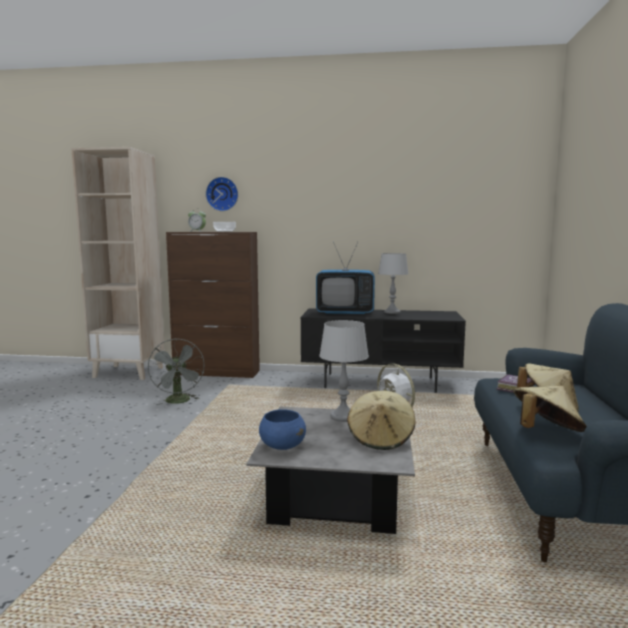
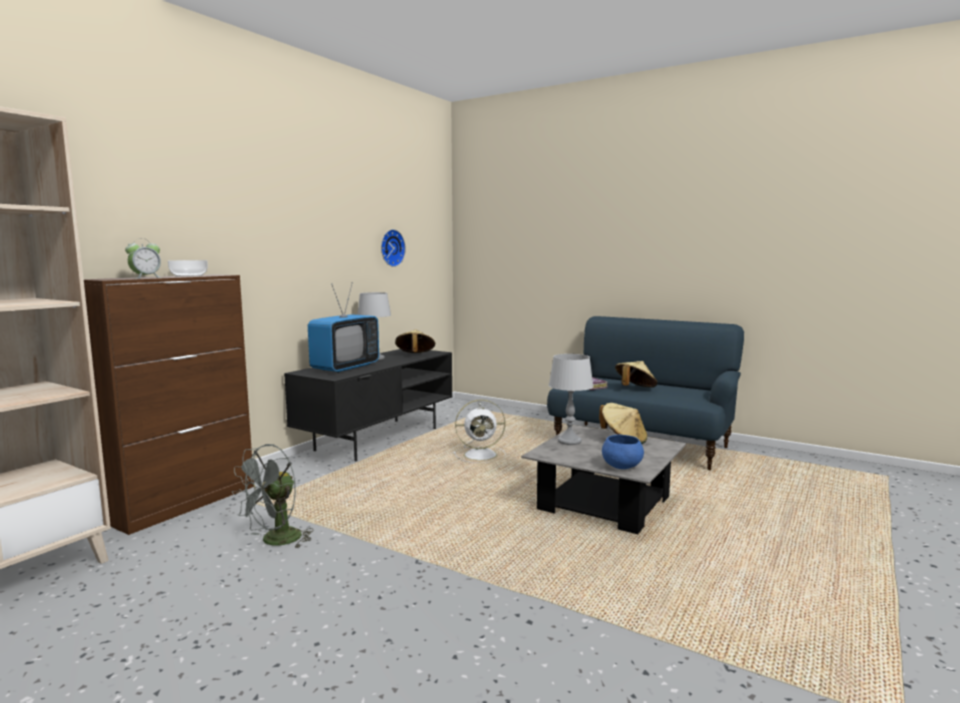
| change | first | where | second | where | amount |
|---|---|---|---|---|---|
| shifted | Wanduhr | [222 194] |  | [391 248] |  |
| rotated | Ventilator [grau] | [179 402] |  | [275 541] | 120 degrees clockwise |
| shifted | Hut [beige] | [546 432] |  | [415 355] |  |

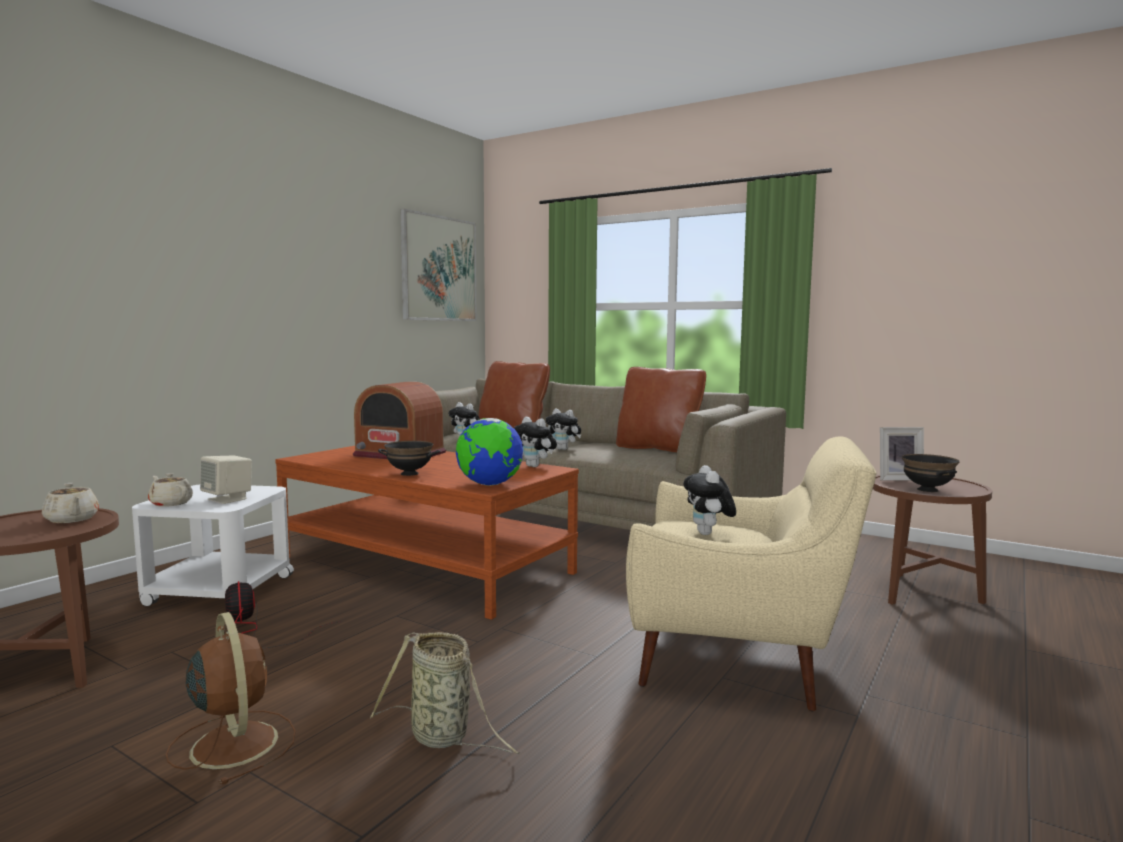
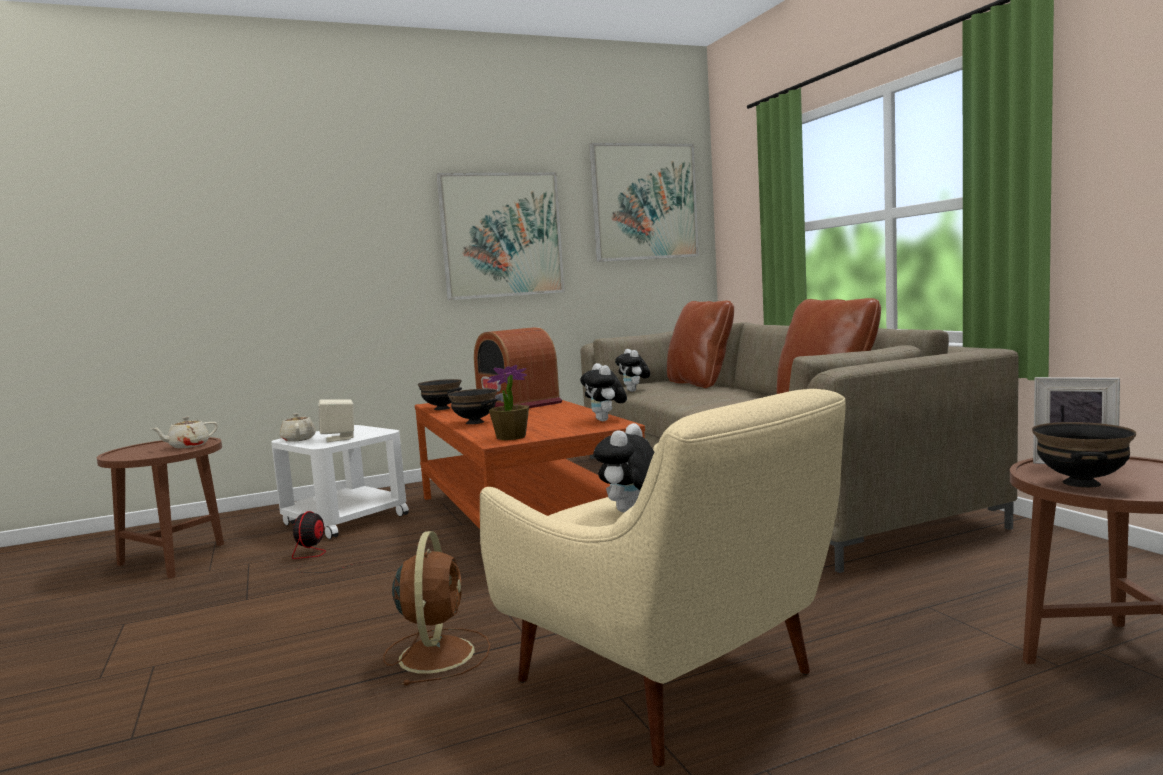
| change | first | where | second | where | amount |
|---|---|---|---|---|---|
| gone | Plüschtier | [564 449] |  |  |  |
| swapped | Globus | [489 484] | Topfpflanze | [511 437] |  |
| rotated | Teekanne [beige] | [72 519] |  | [188 446] | 60 degrees clockwise |
| shifted | Ventilator [braun] | [233 743] |  | [437 653] |  |
| gone | Korb | [443 737] |  |  |  |
| new |  |  | Bild | [501 235] |  |
| new |  |  | Schüssel [schwarz] | [442 408] |  |

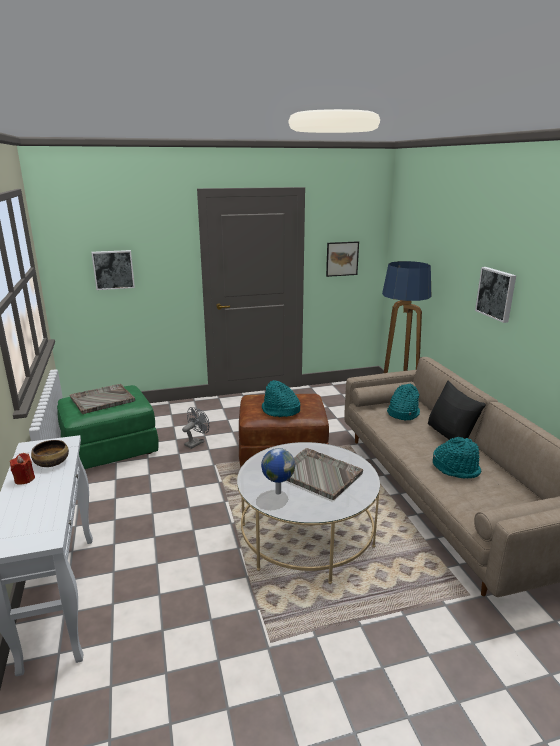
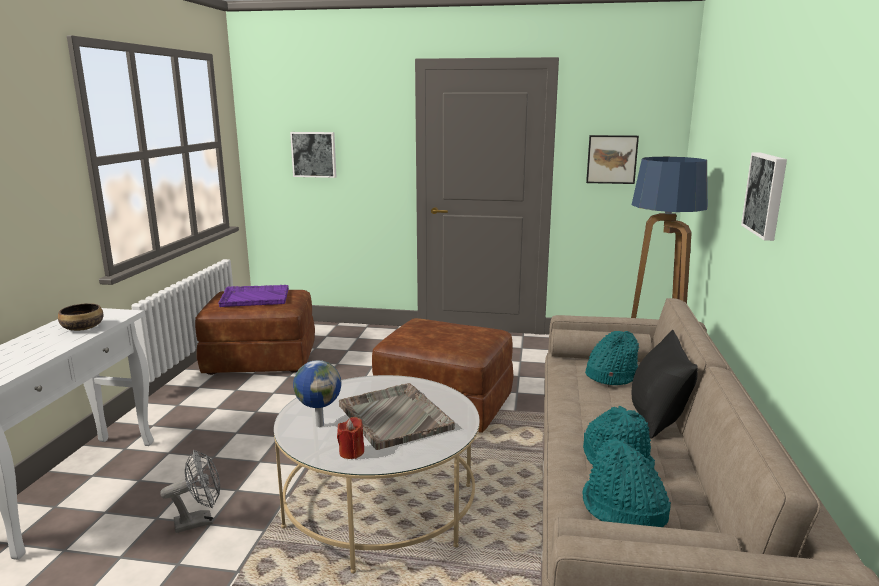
| change | first | where | second | where | amount |
|---|---|---|---|---|---|
| shifted | Hut [türkis] | [280 411] |  | [622 509] |  |
| repainted | Tablett [grau] | [102 400] | Tablett [lila] | [254 297] |  |
| repainted | Polsterhocker [grün] | [110 448] | Polsterhocker [braun] | [261 359] |  |
| shifted | Ventilator [grau] | [196 442] |  | [200 521] |  |
| shifted | Kerze [rot] | [24 479] |  | [351 452] |  |

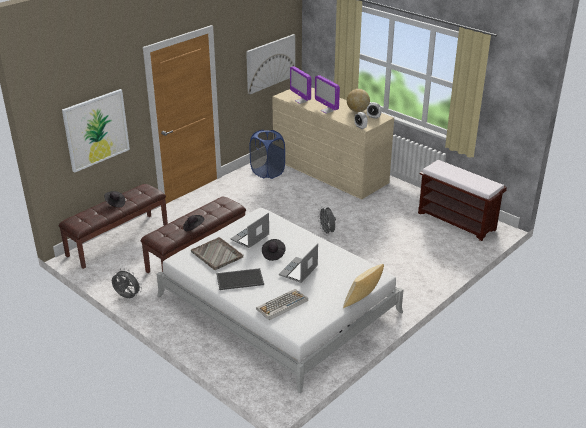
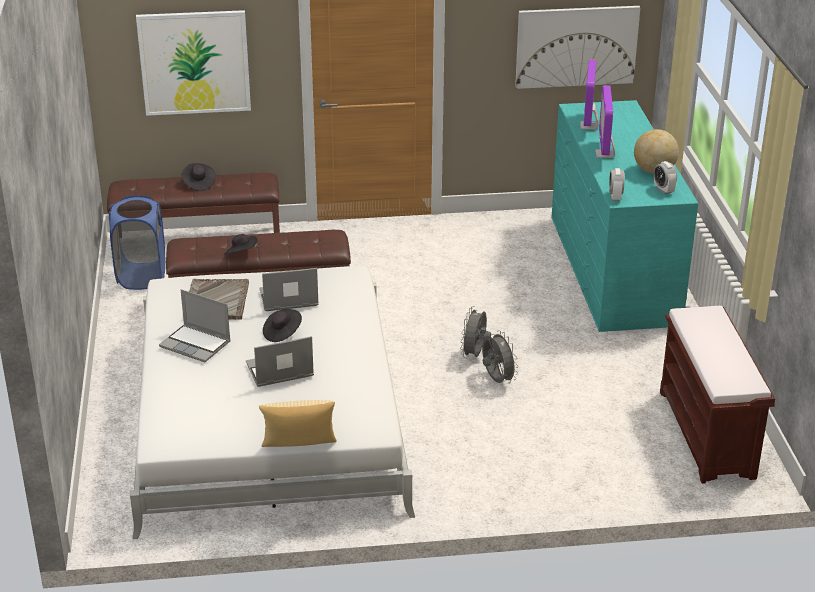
| change | first | where | second | where | amount |
|---|---|---|---|---|---|
| repainted | Kommode [beige] | [329 171] | Kommode [türkis] | [612 269] |  |
| shifted | Wäschekorb [blau] | [267 172] |  | [141 276] |  |
| shifted | Ventilator [grau] | [127 297] |  | [496 380] |  |
| swapped | Tablett | [240 279] | Laptop | [196 344] |  |
| gone | Tastatur | [282 305] |  |  |  |

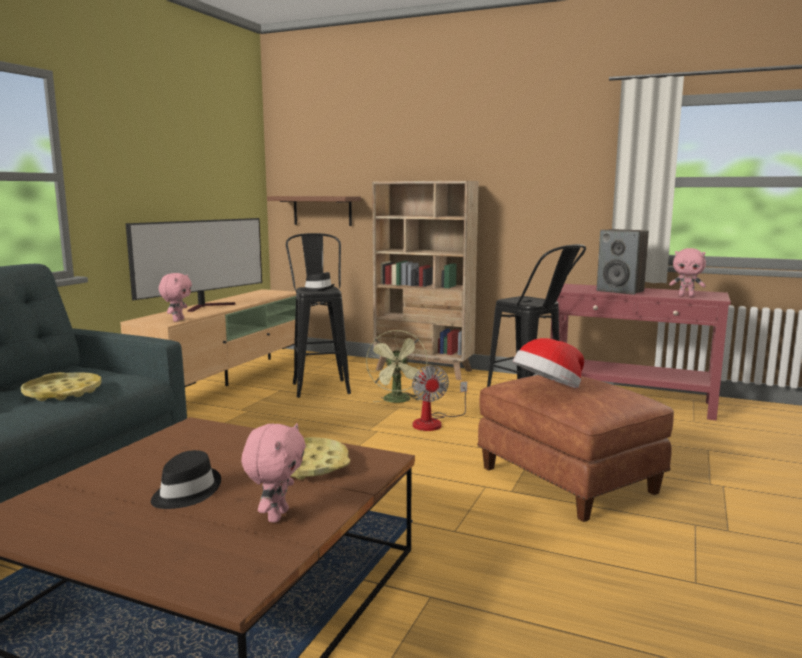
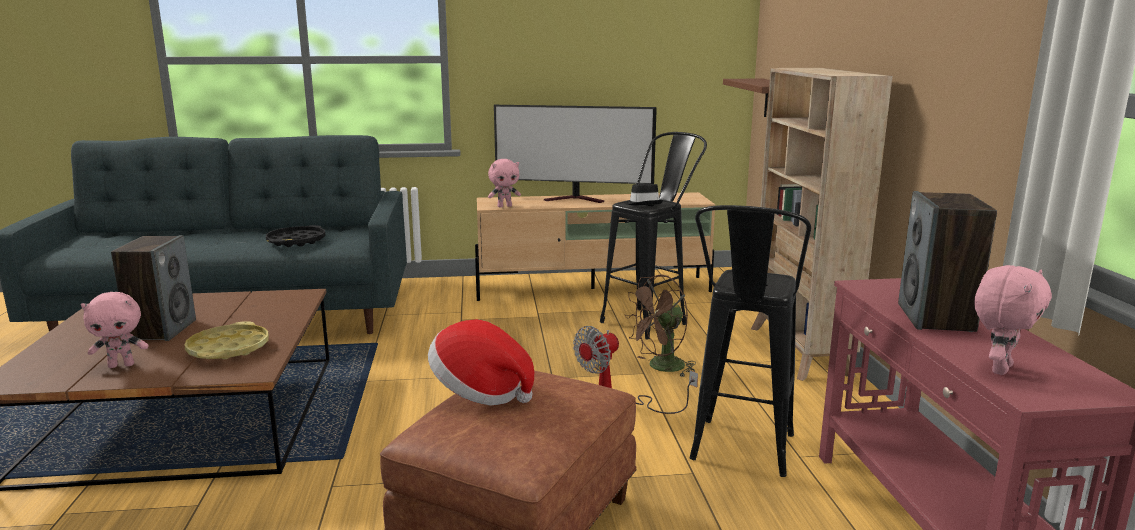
| change | first | where | second | where | amount |
|---|---|---|---|---|---|
| rotated | Plüschtier [rosa] | [686 296] |  | [999 369] | 135 degrees counterclockwise |
| repainted | Ventilator [grün] | [398 401] | Ventilator [braun] | [661 367] |  |
| repainted | Tablett [gelb] | [63 392] | Tablett [schwarz] | [296 241] |  |
| swapped | Hut [schwarz] | [185 492] | Lautsprecher | [162 330] |  |

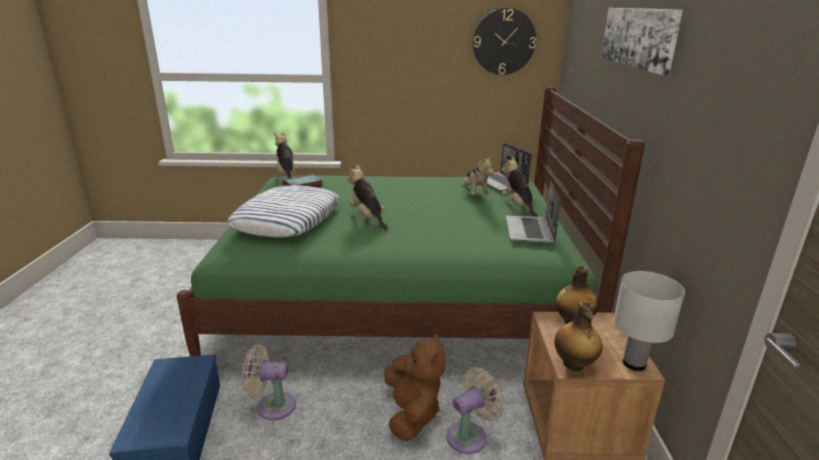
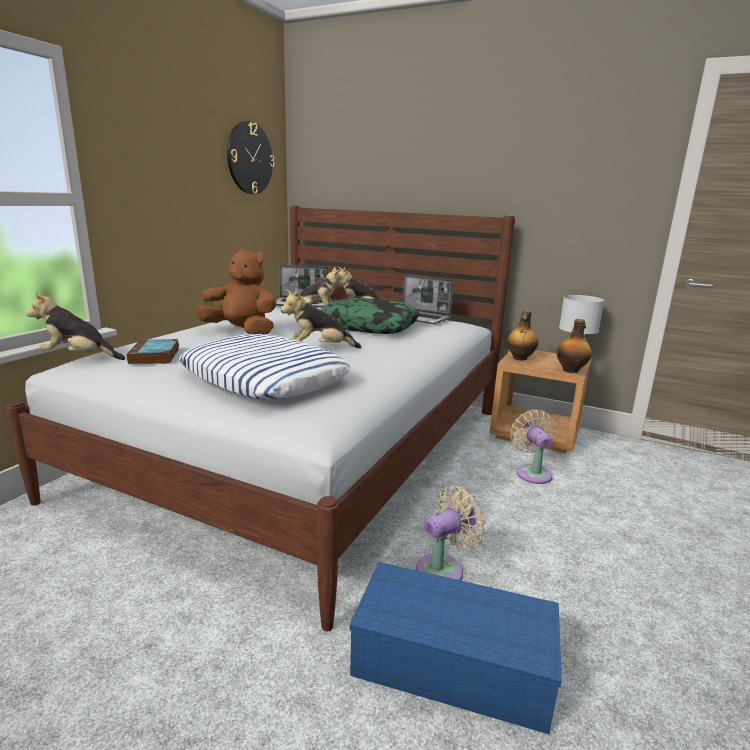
| change | first | where | second | where | amount |
|---|---|---|---|---|---|
| gone | Bild | [639 37] |  |  |  |
| repainted | Bett [grün] | [398 298] | Bett [weiß] | [306 449] |  |
| shifted | Plüschtier [braun] | [412 414] |  | [241 332] |  |
| rotated | Ventilator [beige] | [272 406] |  | [444 569] | 150 degrees counterclockwise |
| new |  |  | Kissen | [368 326] |  |

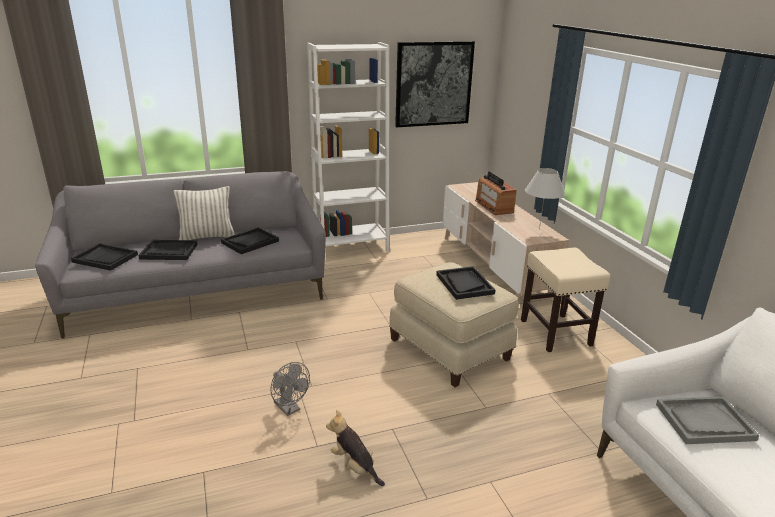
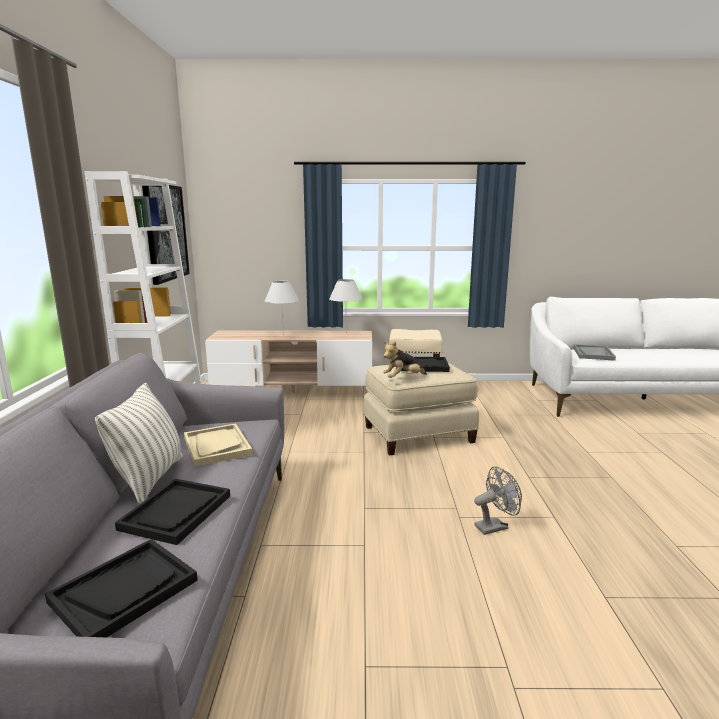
| change | first | where | second | where | amount |
|---|---|---|---|---|---|
| swapped | Radio | [493 206] | Tischlampe [weiß] | [283 335] |  |
| repainted | Tablett [schwarz] | [250 242] | Tablett [beige] | [217 446] |  |
| shifted | Plüschtier | [355 466] |  | [403 378] |  |

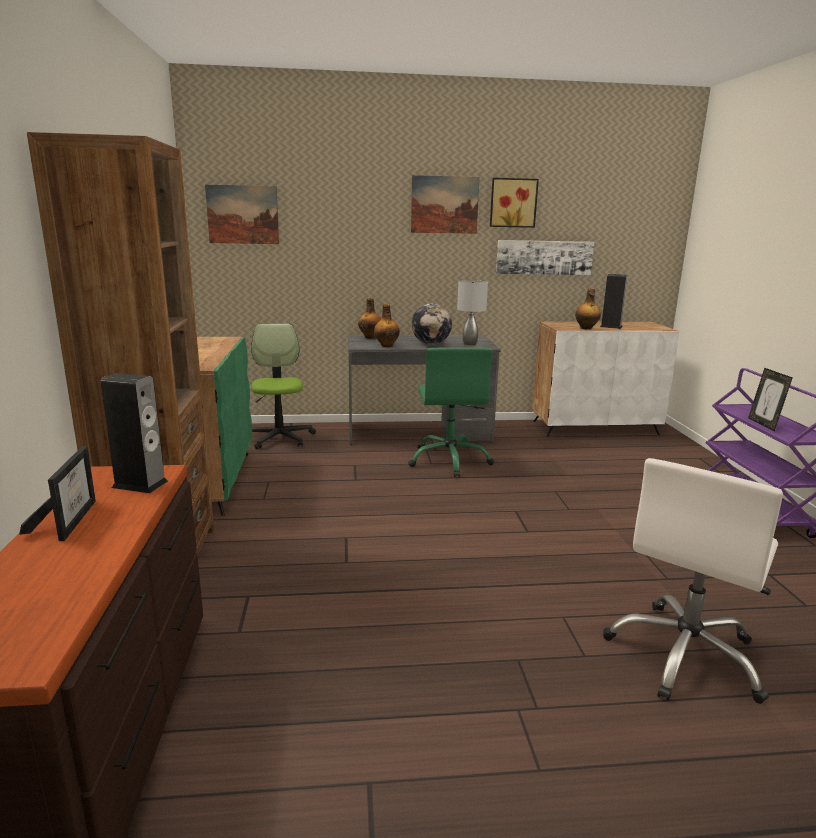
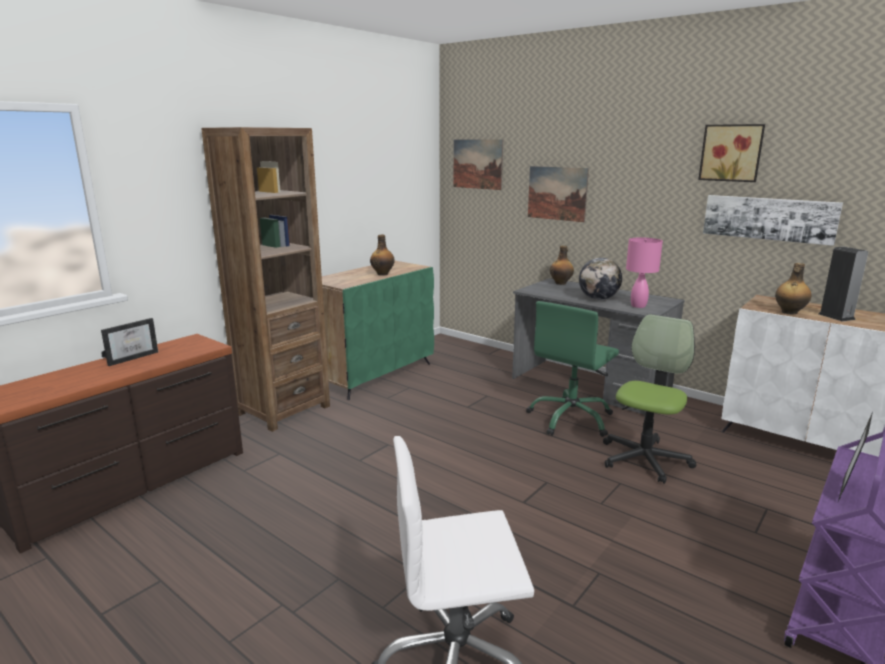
| change | first | where | second | where | amount |
|---|---|---|---|---|---|
| shifted | Bild | [444 205] |  | [557 193] |  |
| repainted | Tischlampe [grau] | [470 344] | Tischlampe [rosa] | [638 306] |  |
| shifted | Flasche | [386 345] |  | [383 274] |  |
| shifted | Bürostuhl | [279 438] |  | [644 459] |  |
| gone | Lautsprecher | [140 484] |  |  |  |

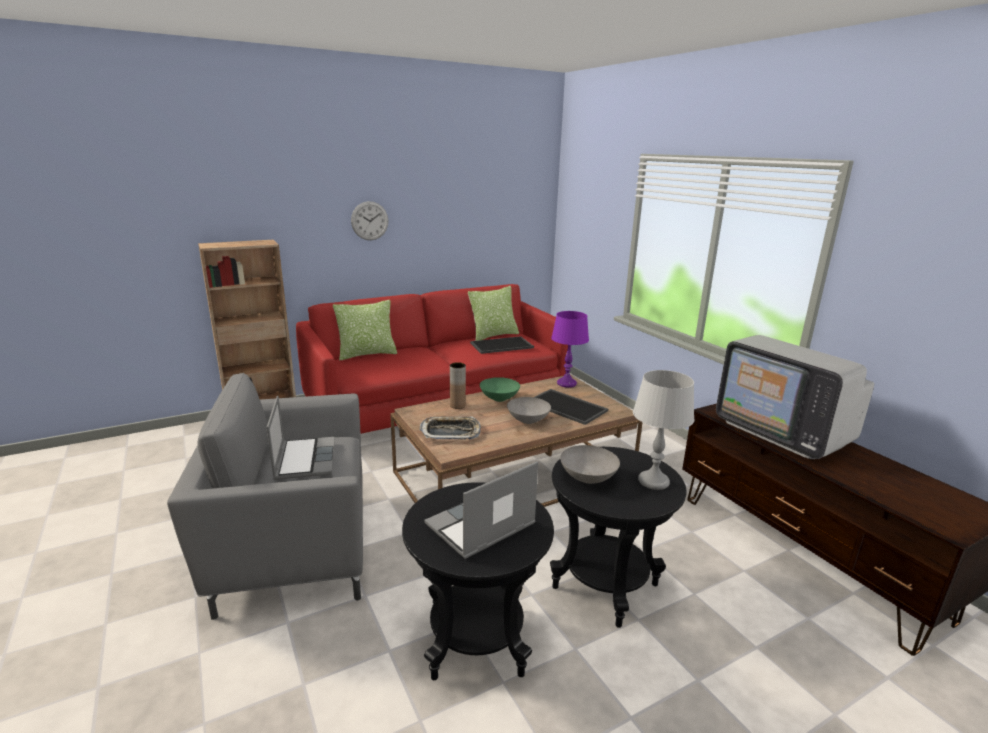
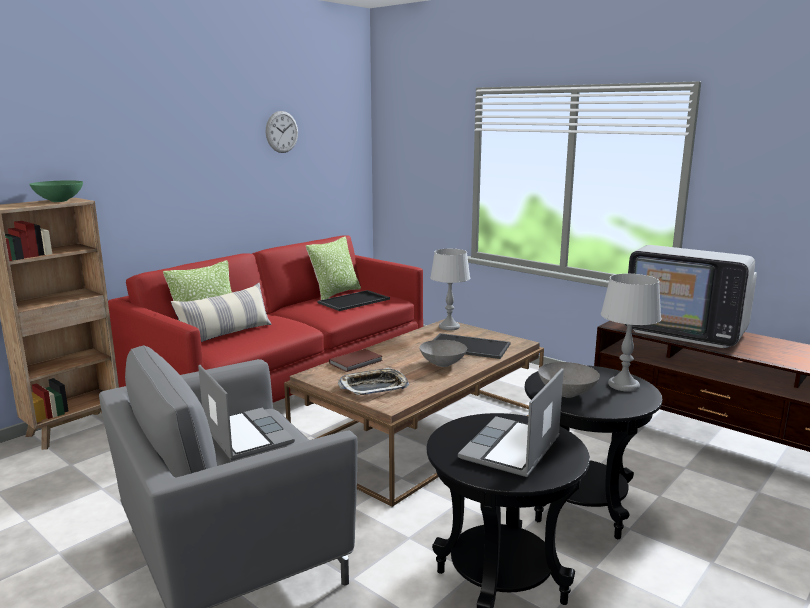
| change | first | where | second | where | amount |
|---|---|---|---|---|---|
| shifted | Wanduhr | [369 221] |  | [282 132] |  |
| repainted | Tischlampe [lila] | [566 383] | Tischlampe [grau] | [448 327] |  |
| swapped | Vase [braun] | [457 405] | Buch [braun] | [357 362] |  |
| shifted | Schüssel [grün] | [499 398] |  | [59 201] |  |
| new |  |  | Kissen | [226 335] |  |

